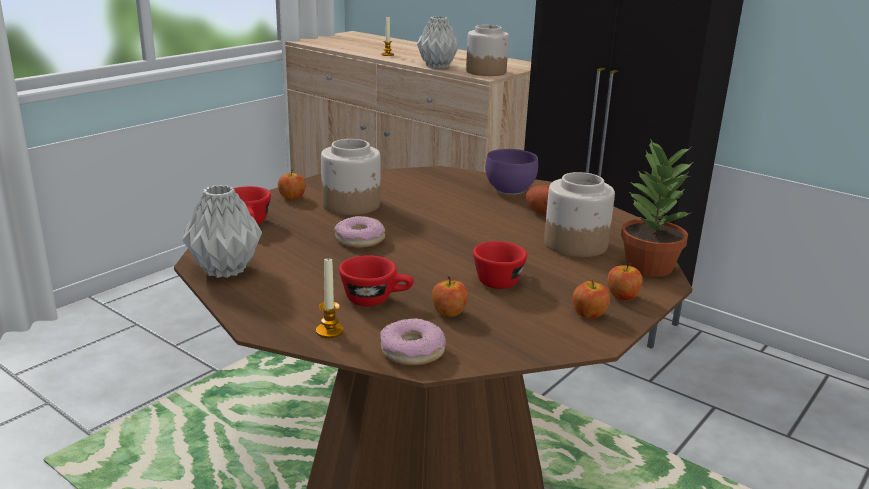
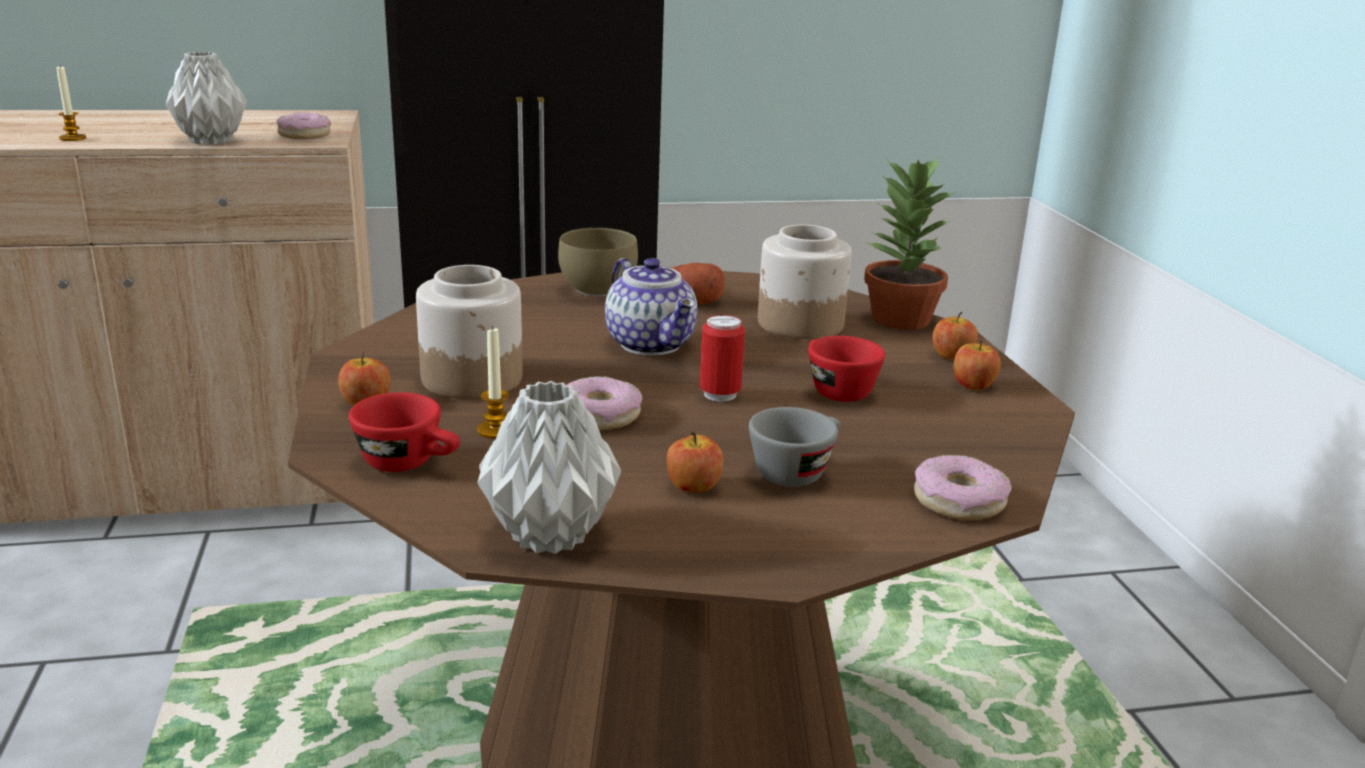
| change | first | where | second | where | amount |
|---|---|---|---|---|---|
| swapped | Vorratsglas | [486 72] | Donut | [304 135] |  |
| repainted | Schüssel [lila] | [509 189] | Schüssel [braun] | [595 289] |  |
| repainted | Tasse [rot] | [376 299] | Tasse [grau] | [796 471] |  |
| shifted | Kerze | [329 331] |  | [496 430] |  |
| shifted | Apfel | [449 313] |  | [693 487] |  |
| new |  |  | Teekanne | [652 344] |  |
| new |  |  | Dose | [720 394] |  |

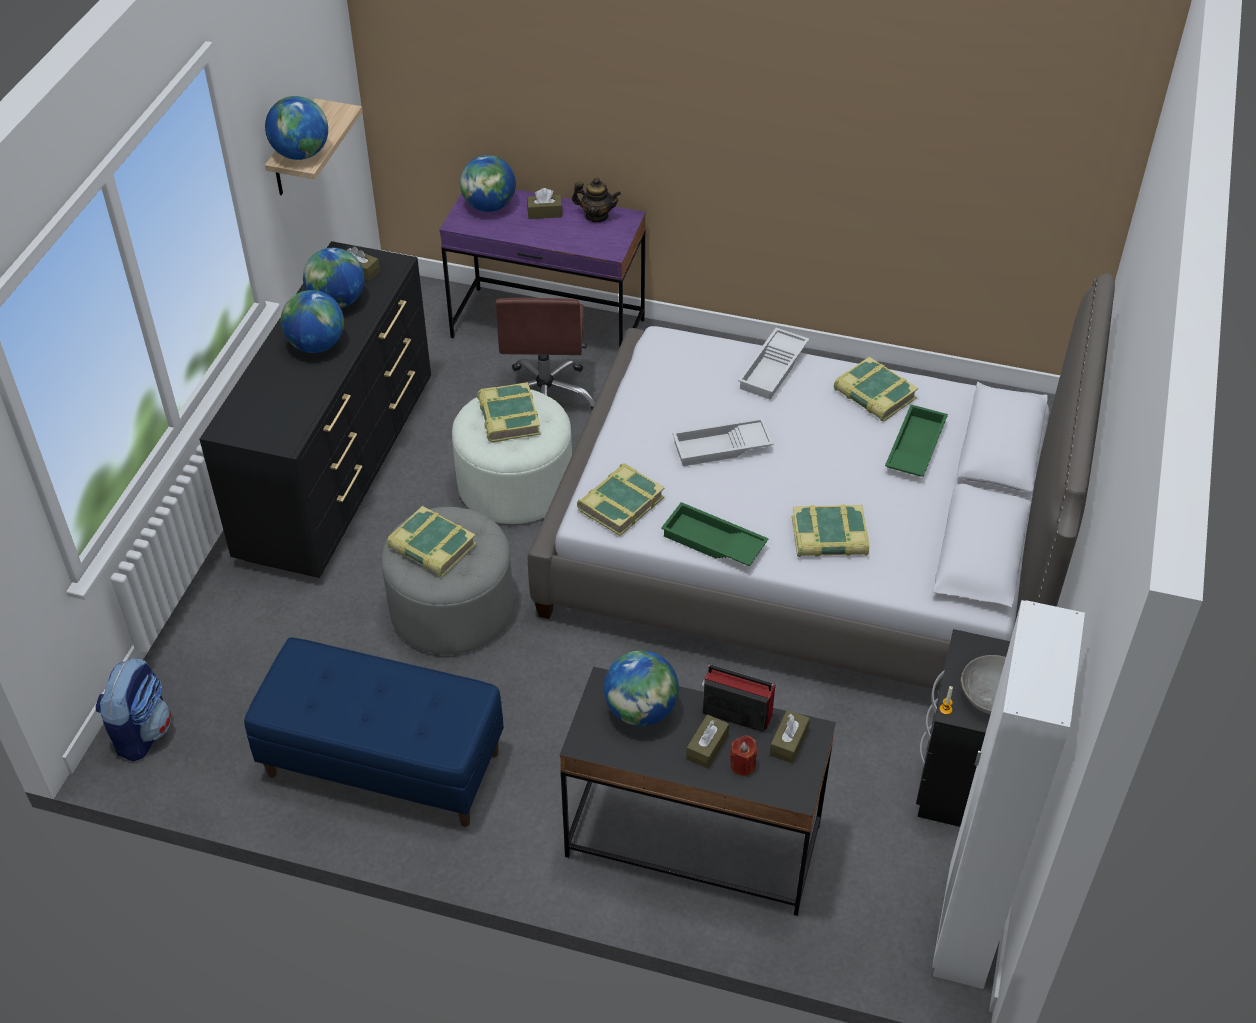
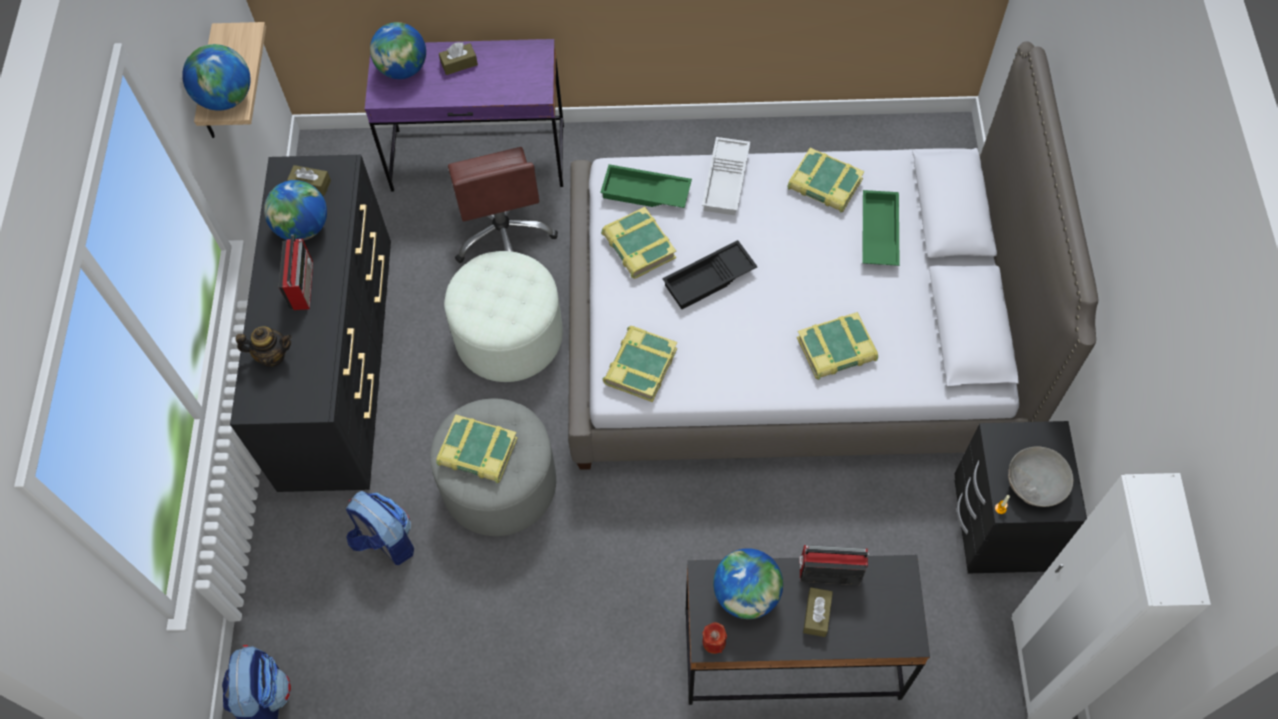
| change | first | where | second | where | amount |
|---|---|---|---|---|---|
| shifted | Teekanne | [596 216] |  | [272 355] |  |
| swapped | Globus | [316 345] | Radio | [302 284] |  |
| shifted | Buch | [508 418] |  | [638 247] |  |
| repainted | Tablett [weiß] | [721 448] | Tablett [schwarz] | [709 280] |  |
| shifted | Tablett [grün] | [712 542] |  | [645 193] |  |
| gone | Bank [blau] | [382 764] |  |  |  |
| gone | Taschentuchbox [braun] | [789 742] |  |  |  |
| shifted | Kerze [rot] | [742 765] |  | [714 642] |  |
| new |  |  | Rucksack | [385 541] |  |

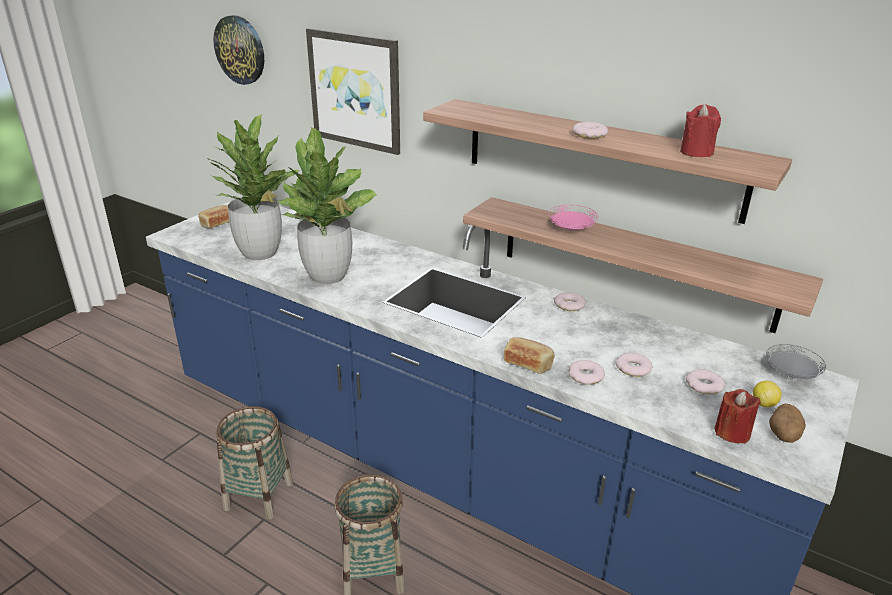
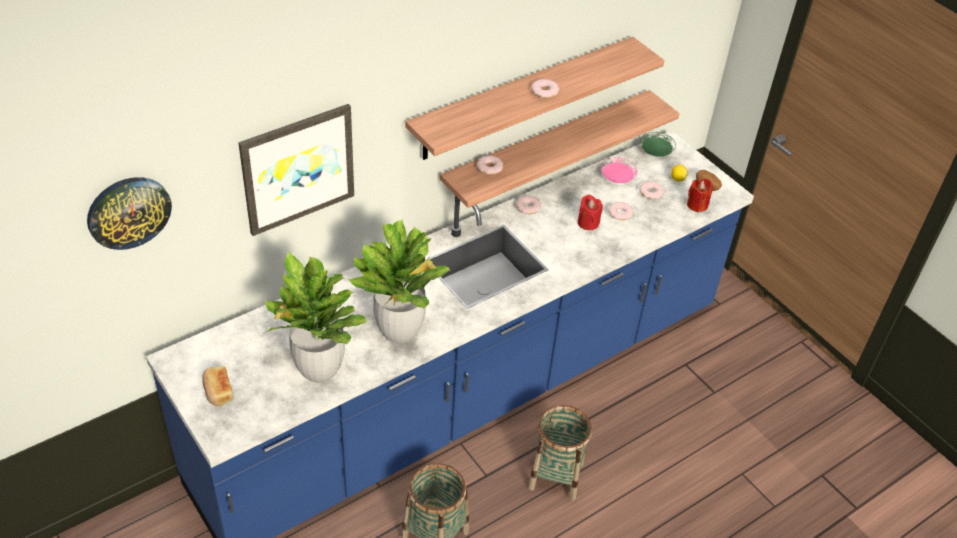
| change | first | where | second | where | amount |
|---|---|---|---|---|---|
| shifted | Kerze [rot] | [696 152] |  | [588 223] |  |
| shifted | Teller [rosa] | [571 229] |  | [617 178] |  |
| gone | Brot | [528 363] |  |  |  |
| repainted | Teller [grau] | [791 374] | Teller [grün] | [656 152] |  |
| shifted | Donut | [586 376] |  | [490 167] |  |

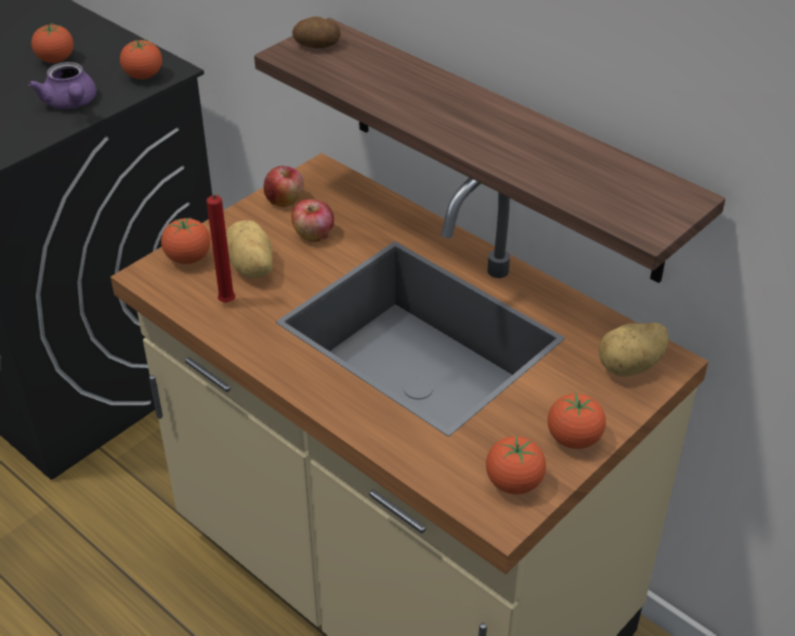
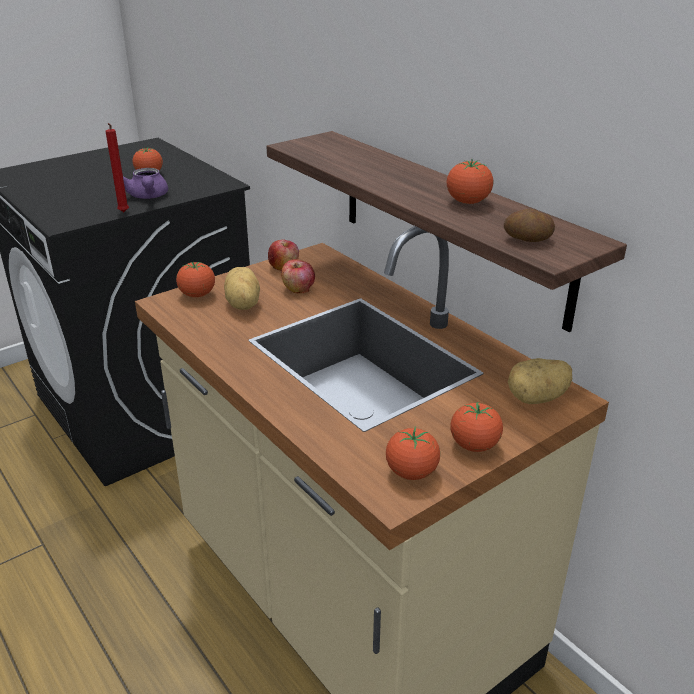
| change | first | where | second | where | amount |
|---|---|---|---|---|---|
| shifted | Kartoffel | [317 46] |  | [528 240] |  |
| shifted | Tomate | [143 76] |  | [468 202] |  |
| shifted | Kerze [rot] | [227 304] |  | [123 213] |  |

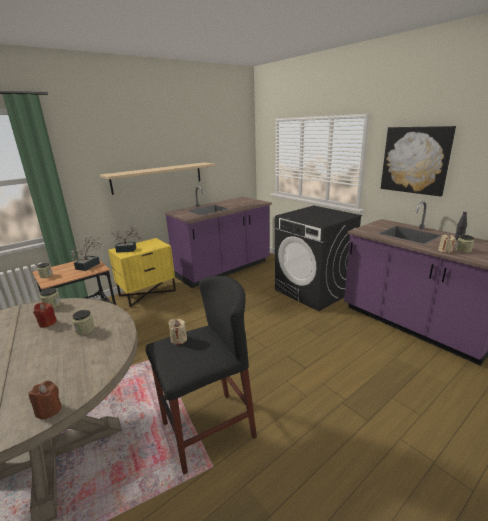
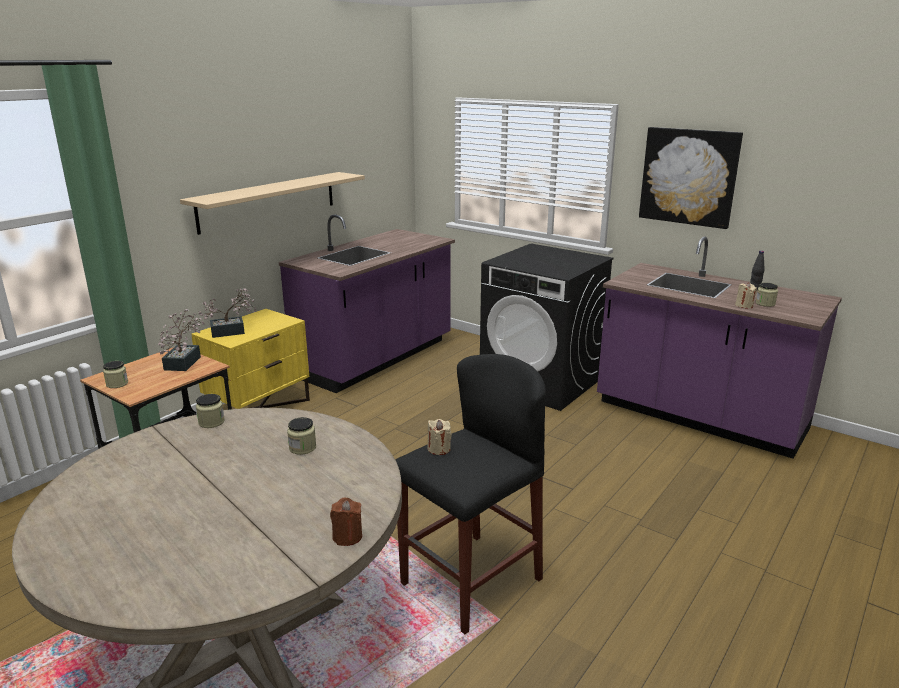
| change | first | where | second | where | amount |
|---|---|---|---|---|---|
| gone | Kerze [rot] | [47 323] |  |  |  |

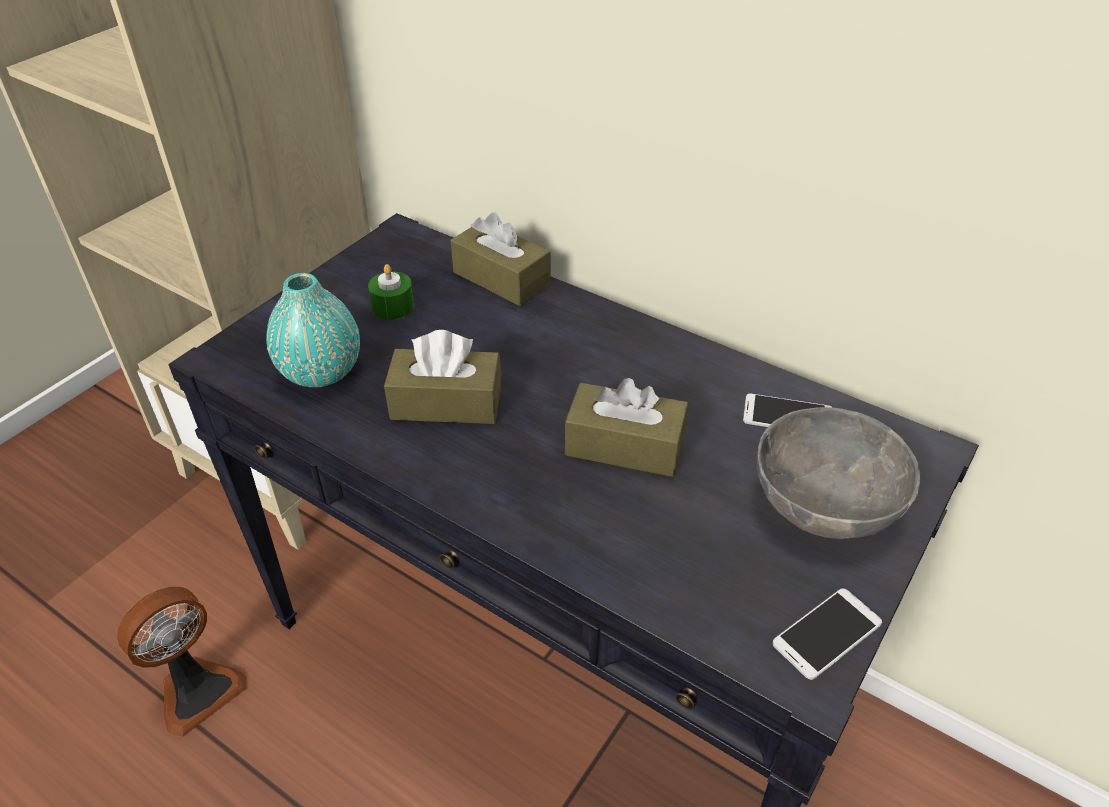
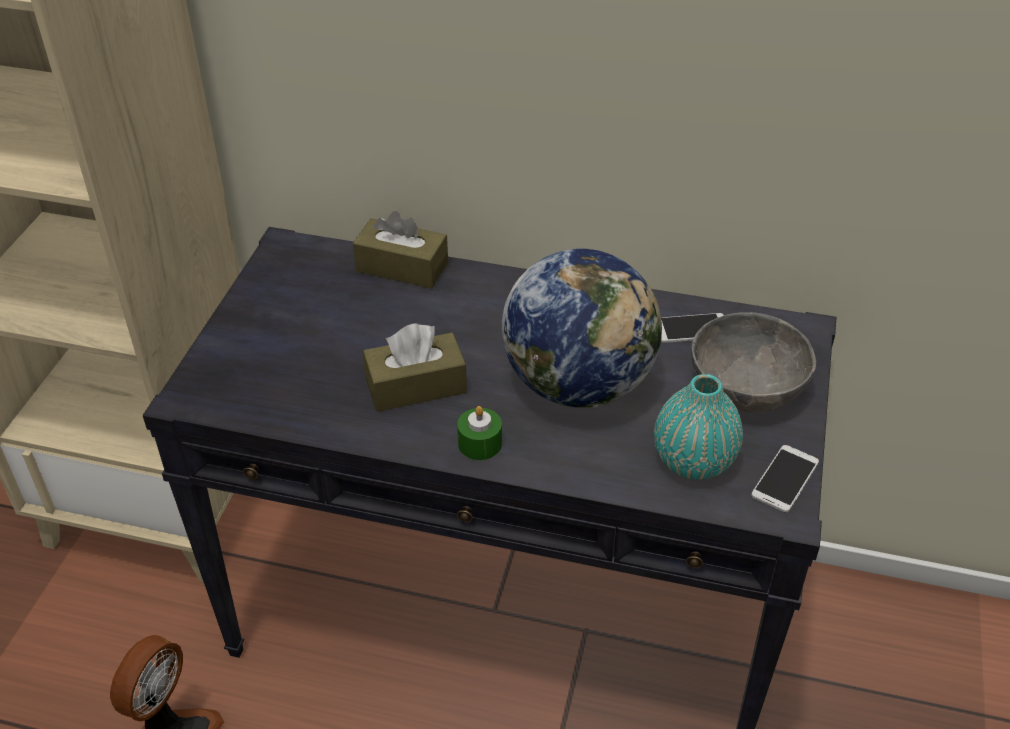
| change | first | where | second | where | amount |
|---|---|---|---|---|---|
| shifted | Kerze [grün] | [393 306] |  | [480 443] |  |
| shifted | Vase [türkis] | [320 371] |  | [693 461] |  |
| swapped | Taschentuchbox [braun] | [624 446] | Globus | [579 384] |  |

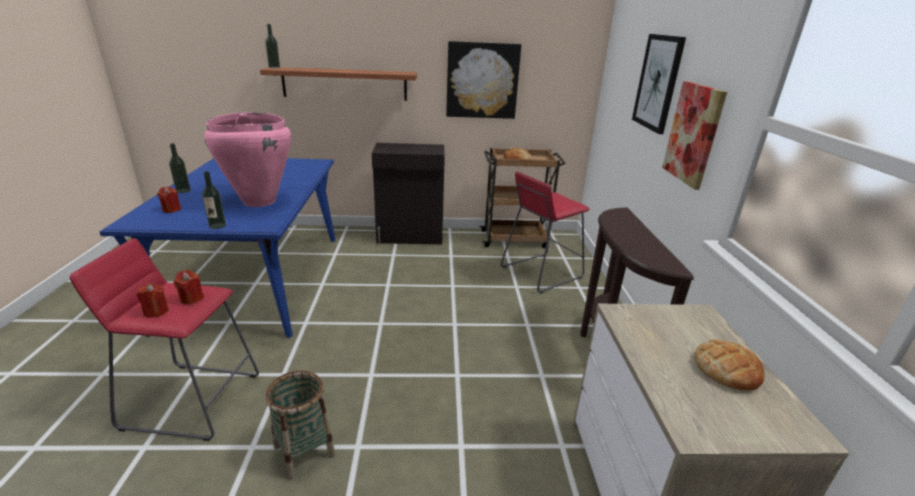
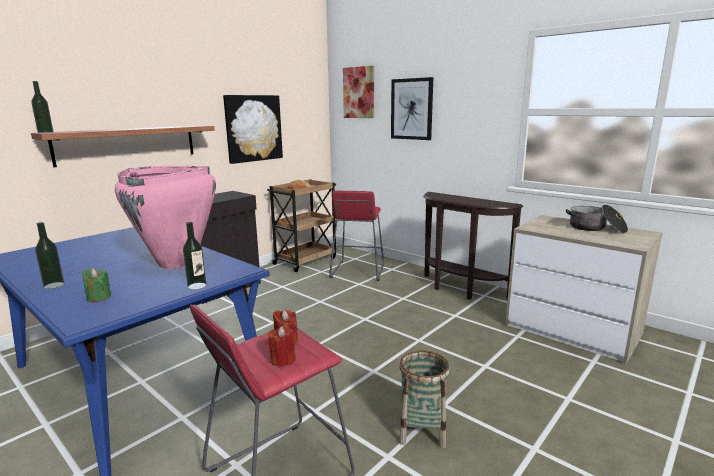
| change | first | where | second | where | amount |
|---|---|---|---|---|---|
| shifted | Bild | [693 134] |  | [359 92] |  |
| repainted | Kerze [rot] | [171 209] | Kerze [grün] | [99 297] |  |
| swapped | Brot | [727 369] | Kochtopf | [596 228] |  |

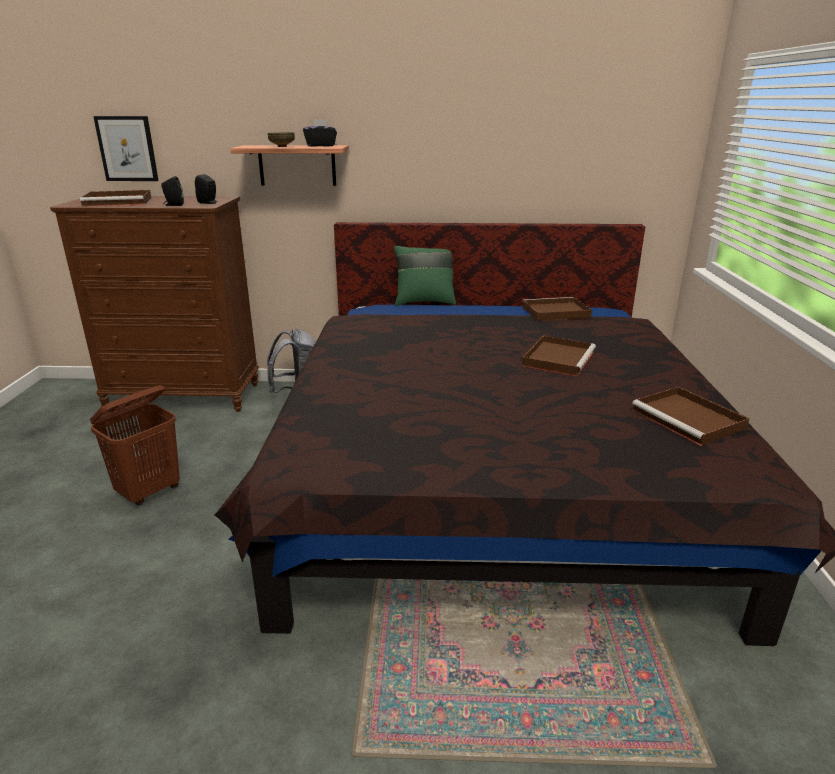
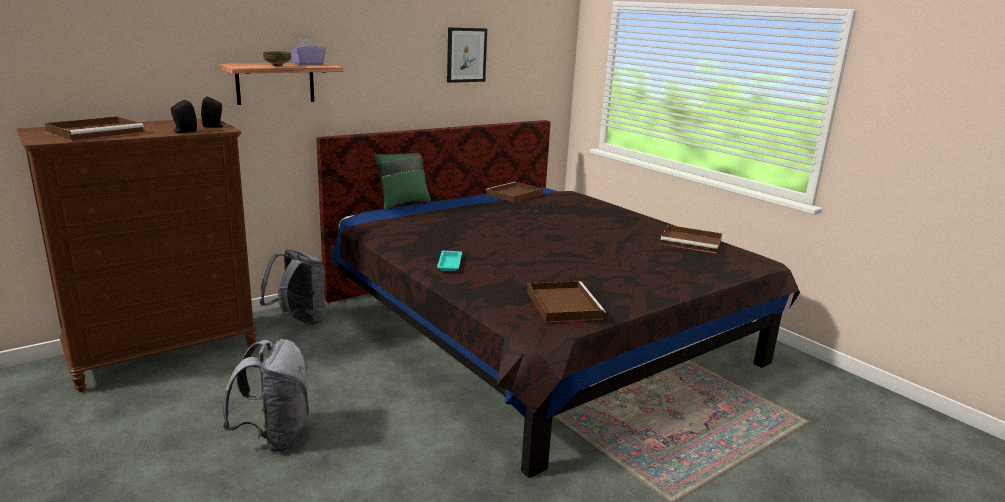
| change | first | where | second | where | amount |
|---|---|---|---|---|---|
| shifted | Bild | [127 149] |  | [466 55] |  |
| repainted | Taschentuchbox [schwarz] | [321 146] | Taschentuchbox [lila] | [308 64] |  |
| shifted | Tablett [braun] | [558 358] |  | [562 304] |  |
| swapped | Wäschekorb [braun] | [150 491] | Rucksack [grau] | [275 436] |  |
| new |  |  | Tablett [türkis] | [450 263] |  |

